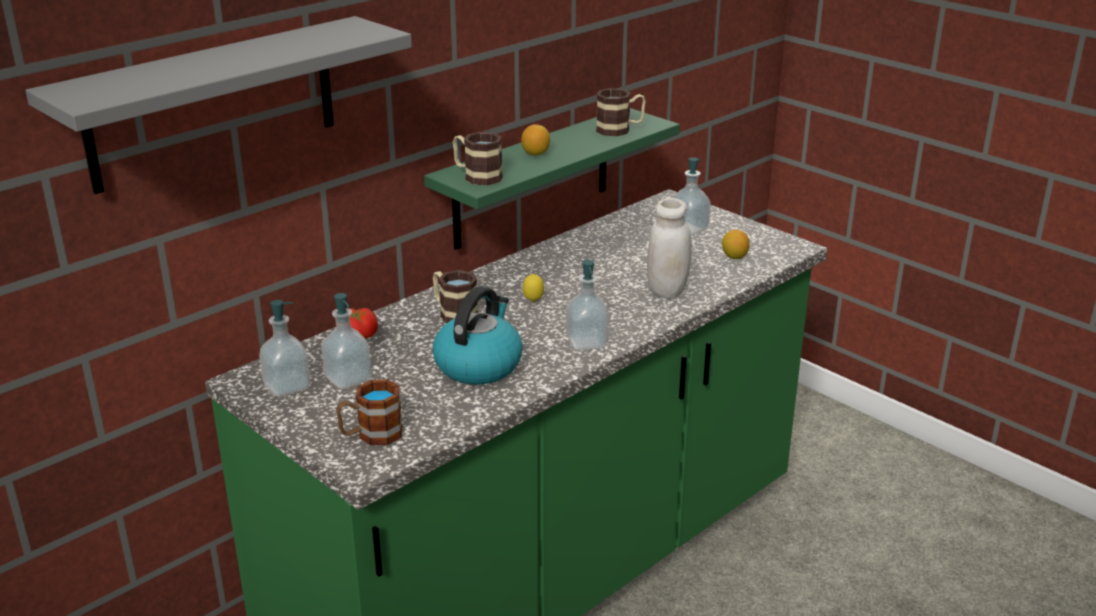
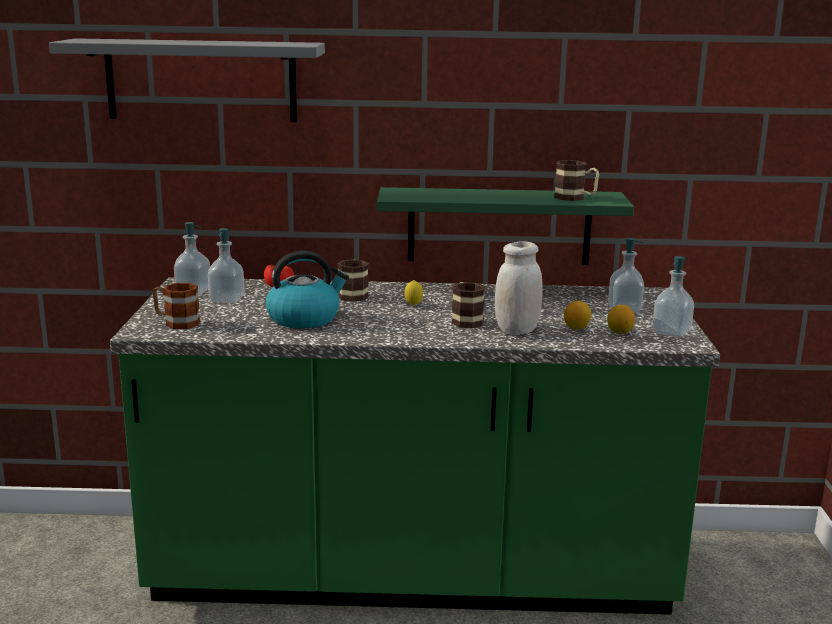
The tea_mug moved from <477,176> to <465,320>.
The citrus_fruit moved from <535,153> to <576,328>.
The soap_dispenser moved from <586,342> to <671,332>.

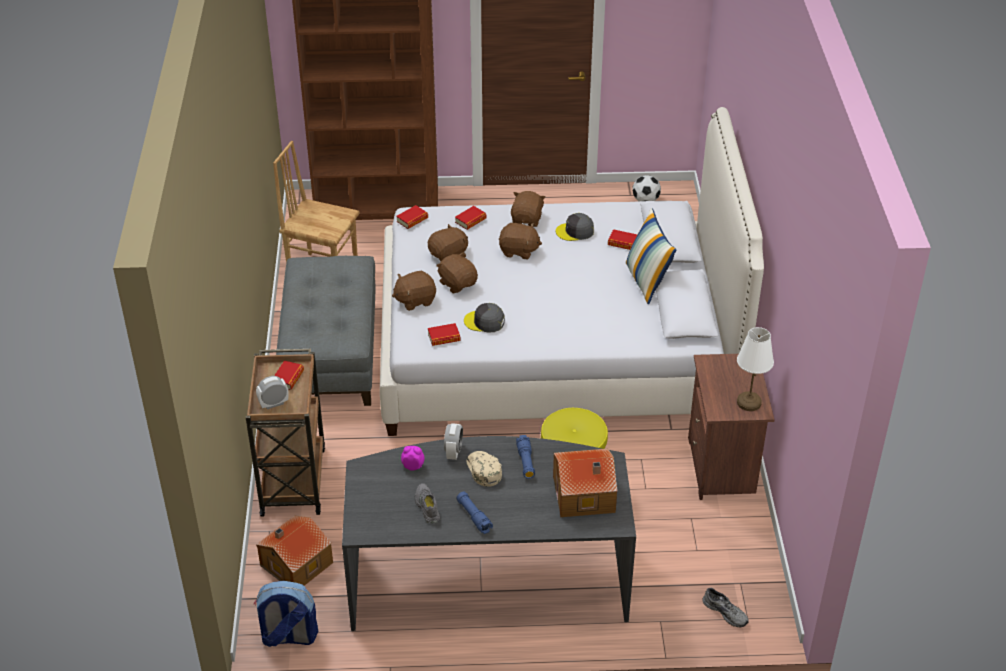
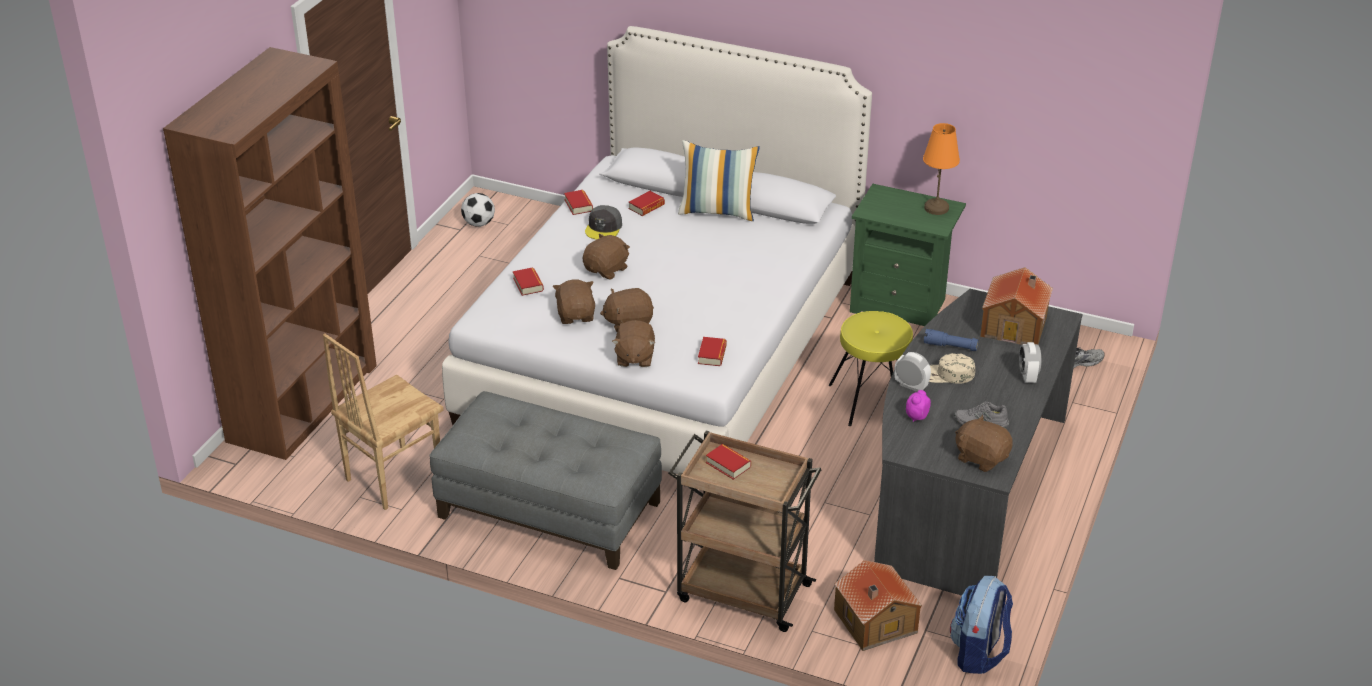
The table_clock moved from <274,404> to <1027,376>.
The bound_book moved from <412,220> to <578,205>.
The bluish_flashlight at <474,517> disappeared.
The greyish_cap at <484,322> disappeared.
The brownish_cuddly_toy moved from <527,219> to <981,458>.
The brownish_night_table at <722,467> became the green-coloured_night_table at <901,306>.
The white_tabletop_lamp at <749,403> became the orange_tabletop_lamp at <937,208>.

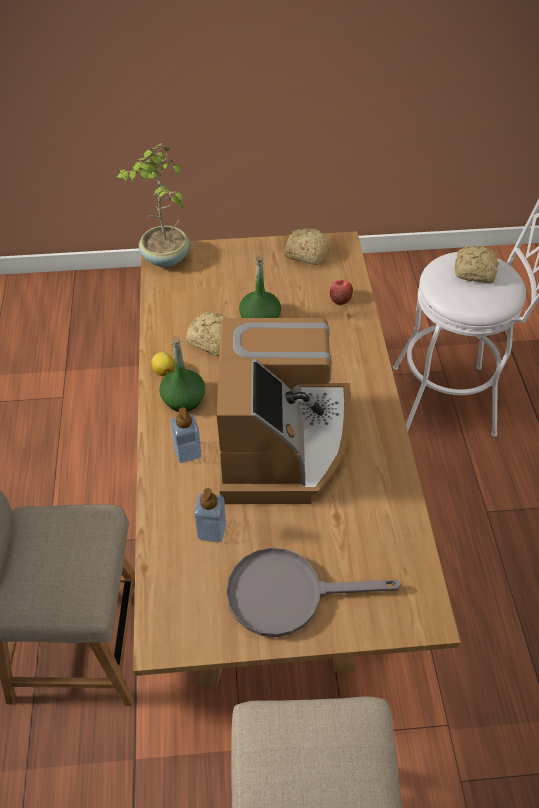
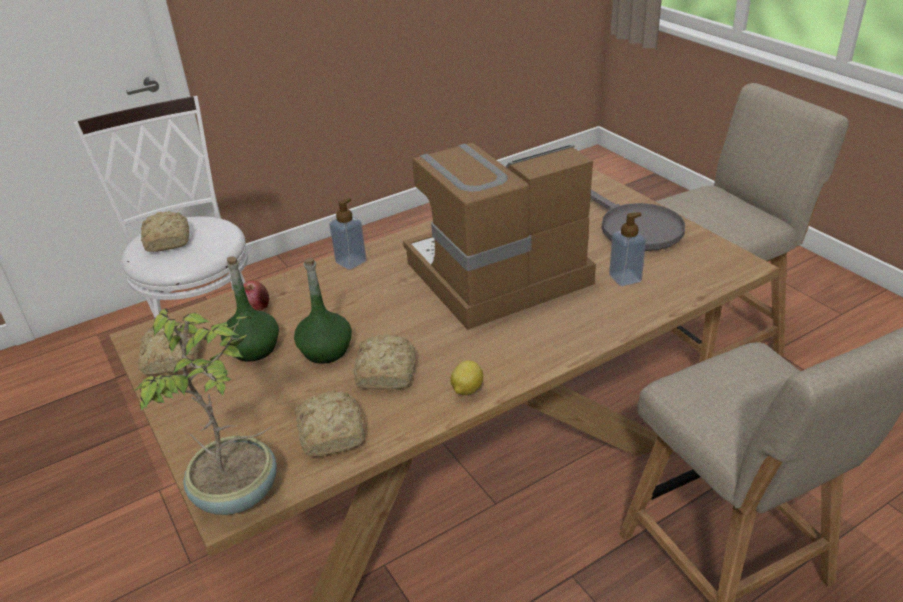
The green-coloured_beverage_bottle moved from <183,399> to <254,348>.
The soap_dispenser moved from <188,452> to <351,262>.
The baked_bread at <332,432> appeared.

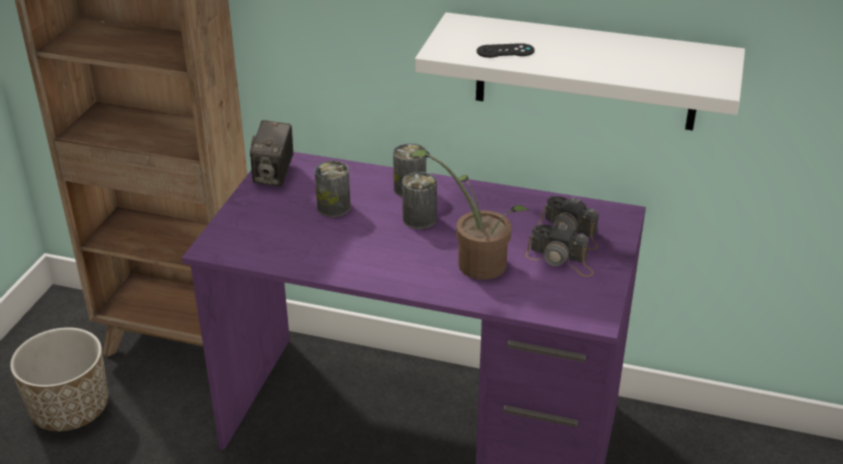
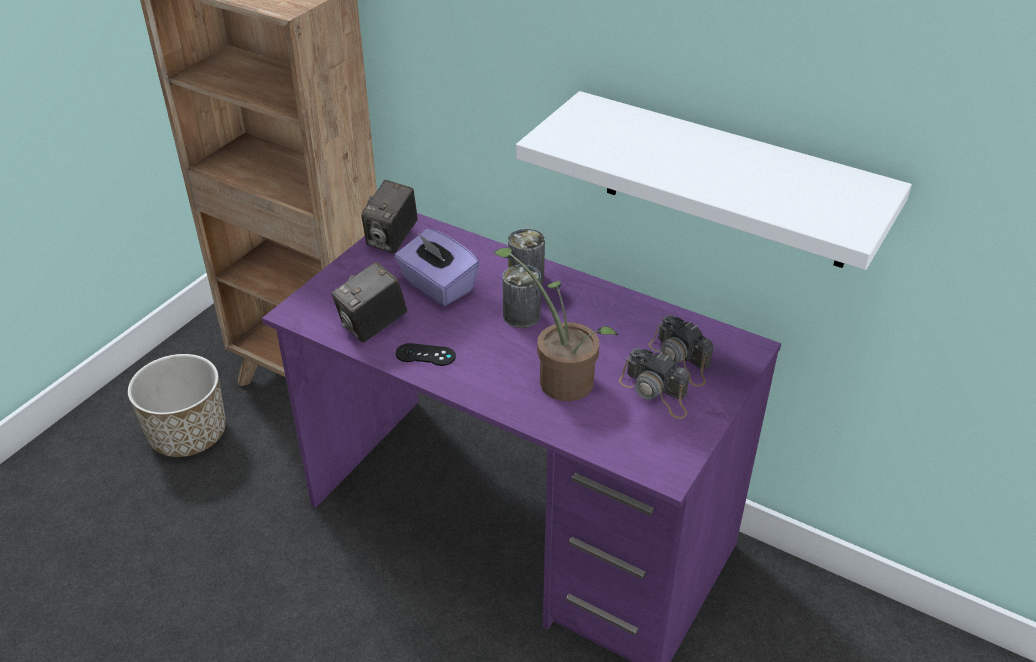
The sealed_can at <333,207> was replaced by the purple_tissue_holder at <437,286>.
The blackish_gamepad moved from <505,51> to <425,355>.
The still_camera at <373,326> appeared.

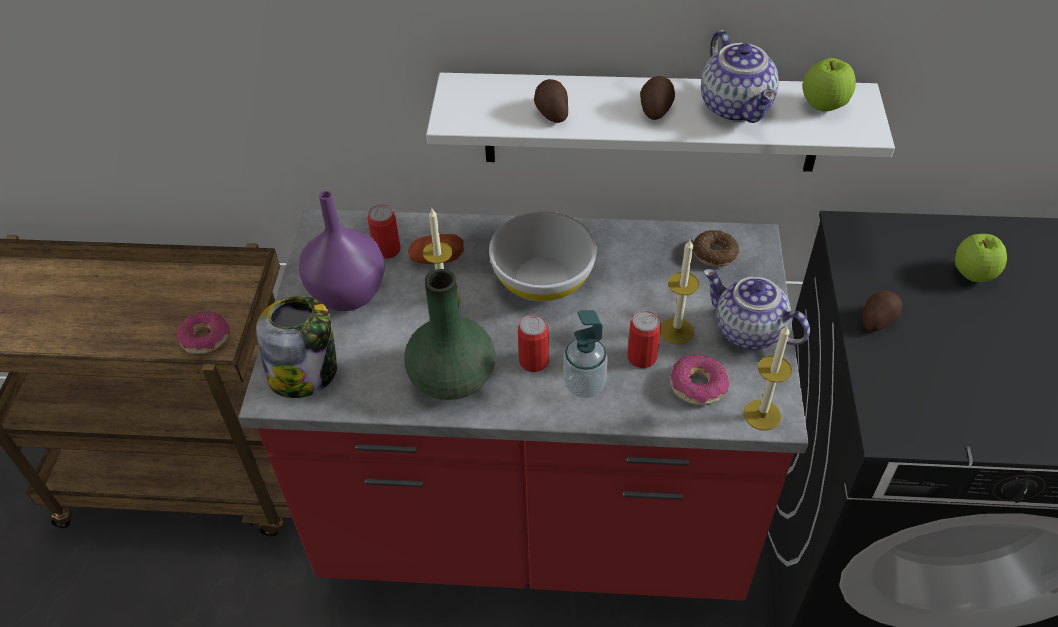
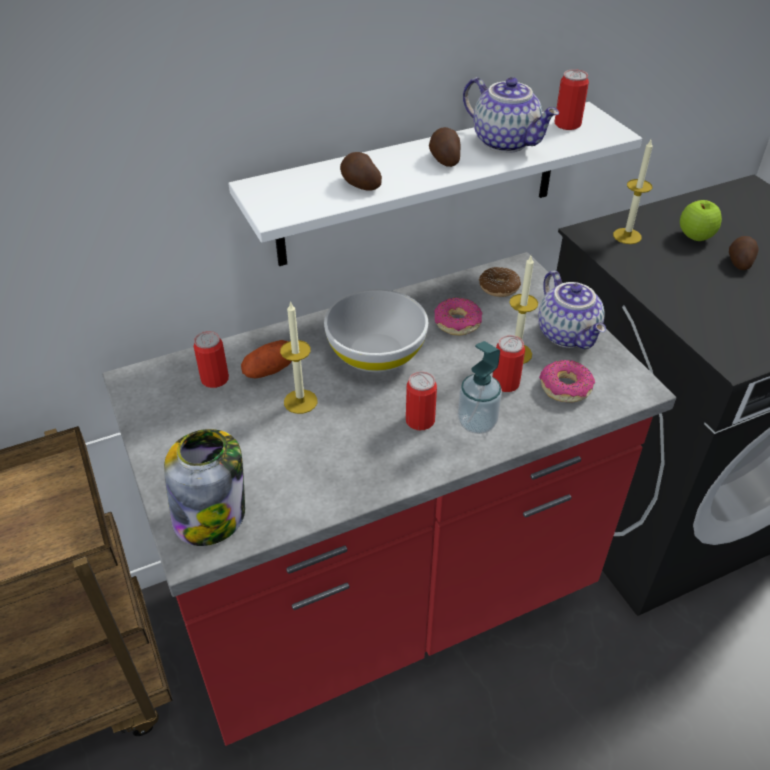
The doughnut moved from <205,338> to <457,323>.
The purple_vase at <349,293> disappeared.
The green-coloured_vase at <453,377> disappeared.
The pot_for_tea at <747,332> turned 120 degrees counterclockwise.
The wax_candle moved from <762,415> to <627,236>.
The apple_fruit at <823,105> was replaced by the sealed_can at <567,124>.
The whole_potato moved from <877,319> to <739,262>.

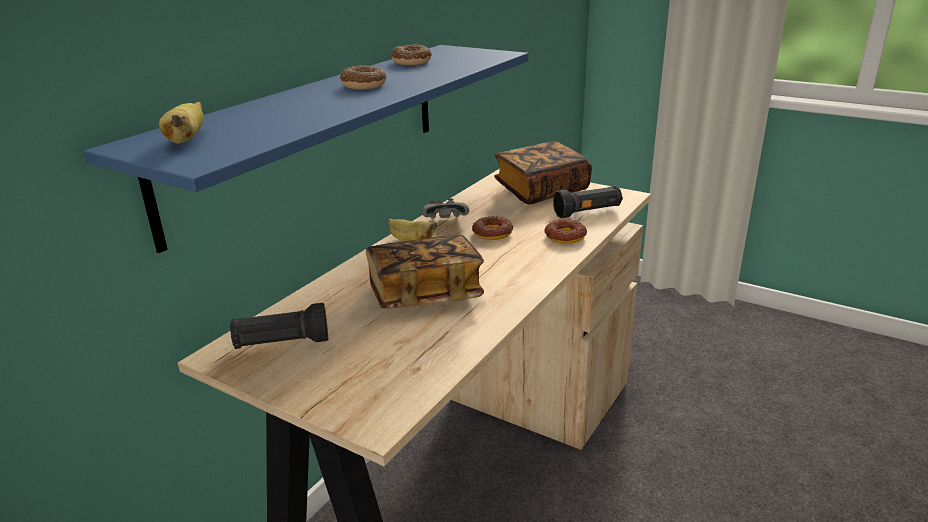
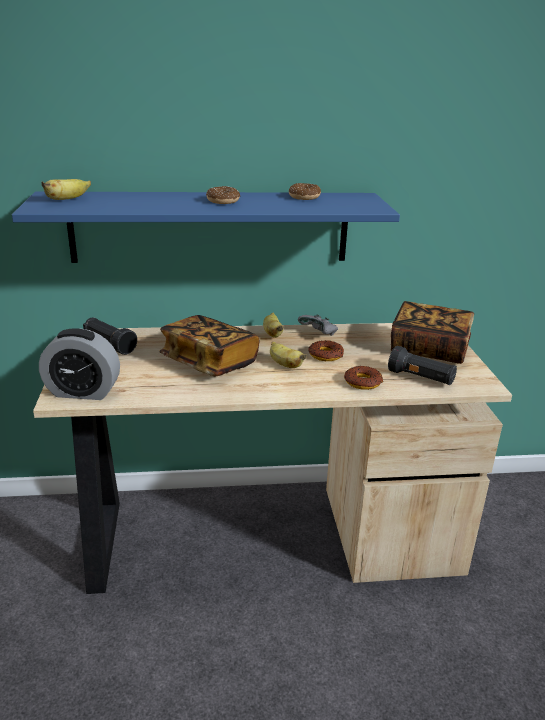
The table_clock at <83,392> appeared.
The banana_fruit at <284,364> appeared.

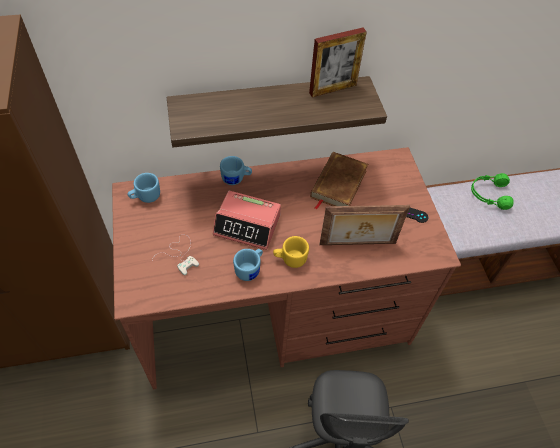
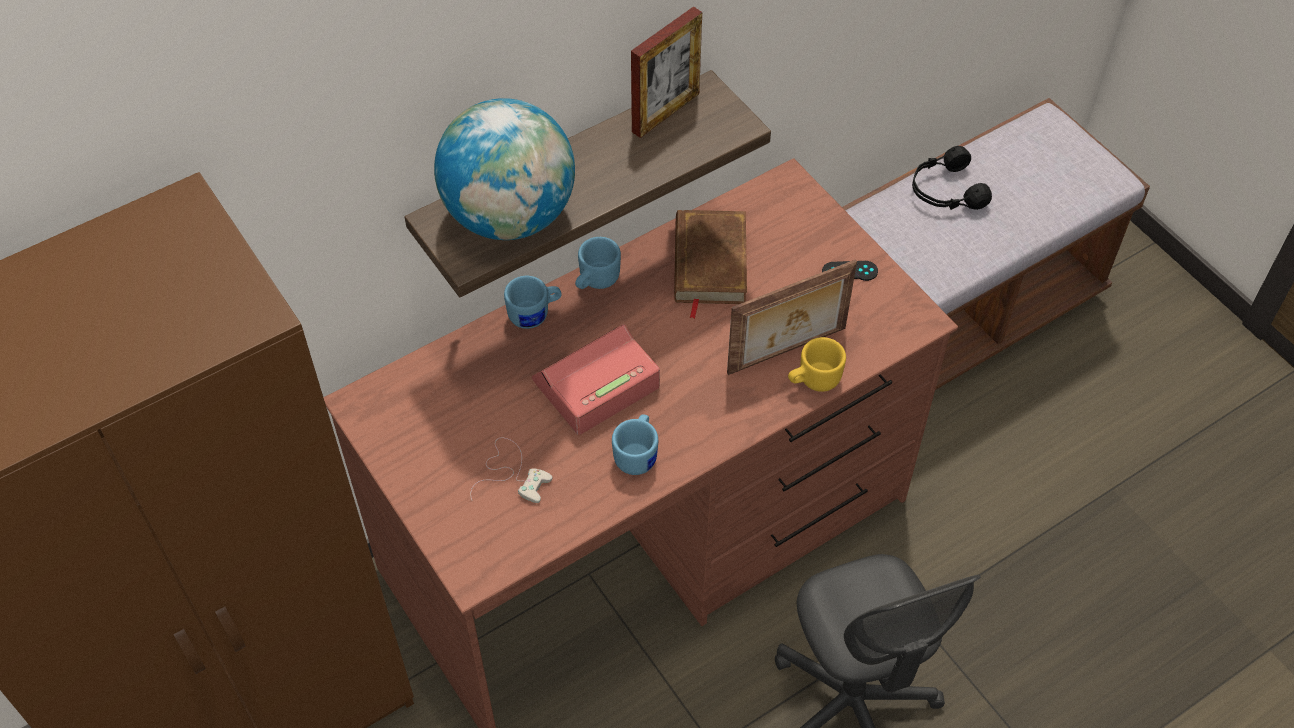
The bluish_tea_mug moved from <145,197> to <595,281>.
The table_clock at <247,225> turned 150 degrees clockwise.
The yellowish_tea_mug moved from <290,259> to <813,380>.
The green-coloured_headset at <488,194> became the blackish_headset at <945,191>.
The world_globe at <510,216> appeared.

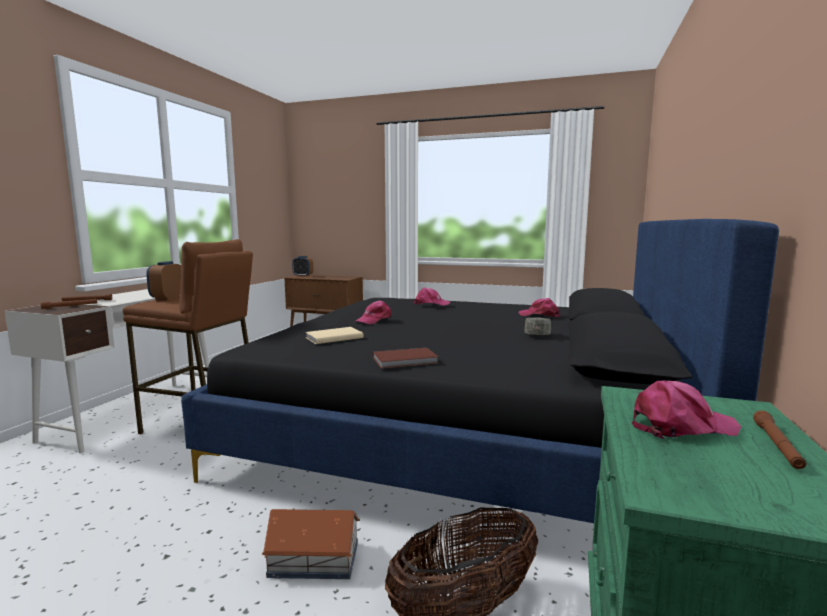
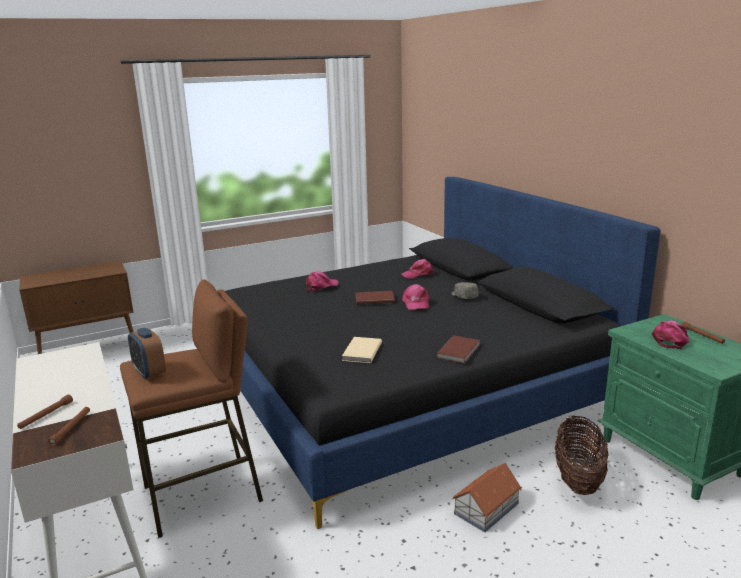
The table_clock at <303,276> disappeared.
The pink_cap moved from <374,320> to <416,303>.
The brownish_bound_book at <374,299> appeared.

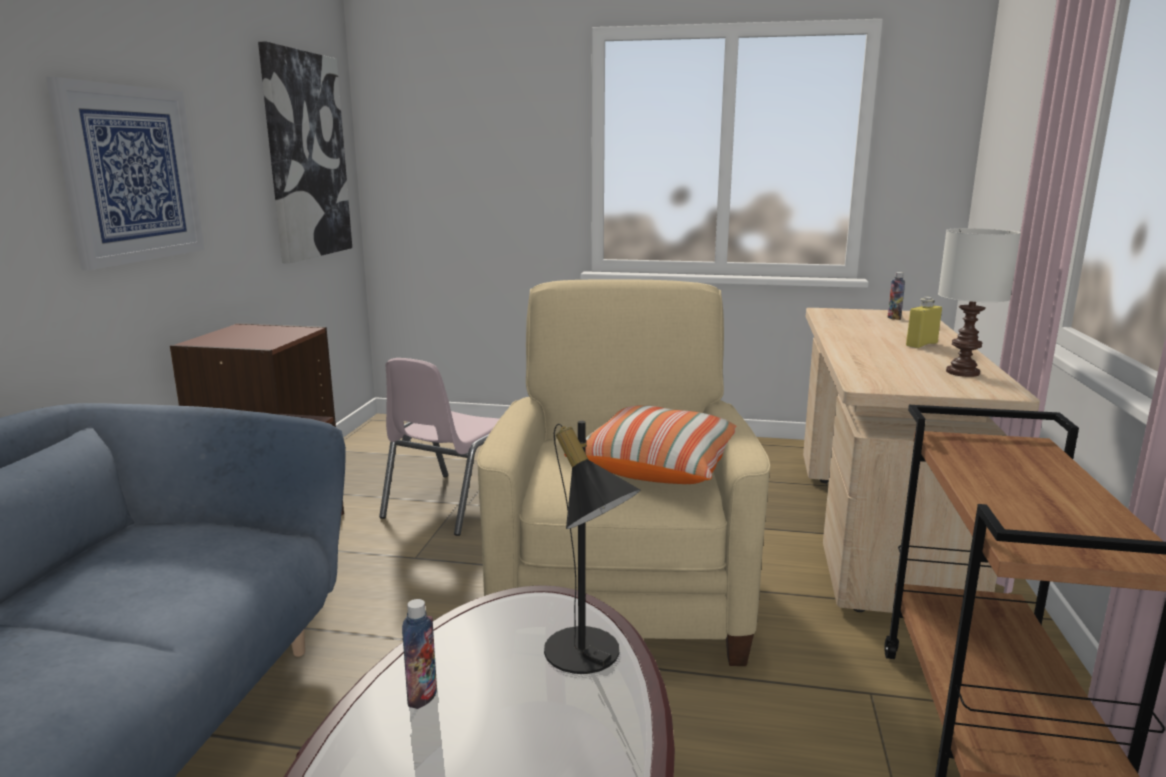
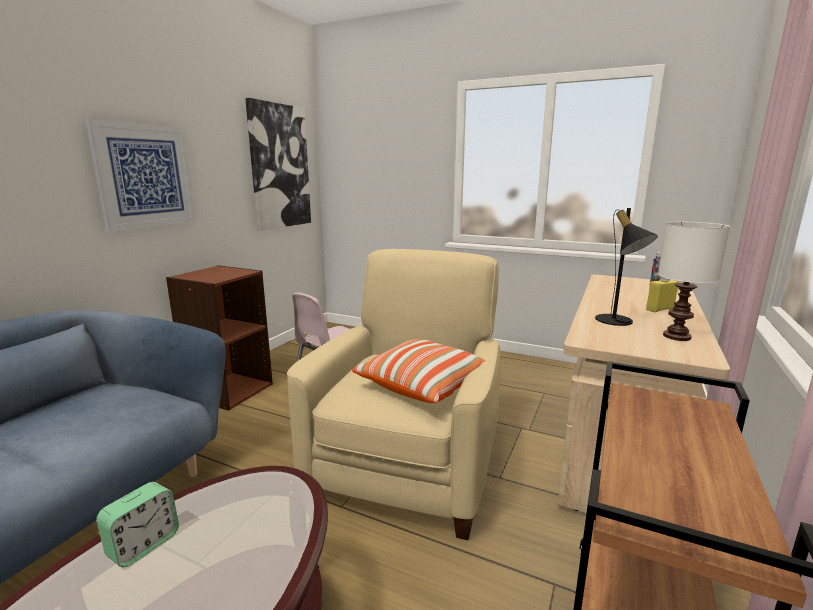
The beverage_bottle at <422,696> was replaced by the table_clock at <144,545>.
The blackish_tabletop_lamp moved from <588,659> to <618,322>.

